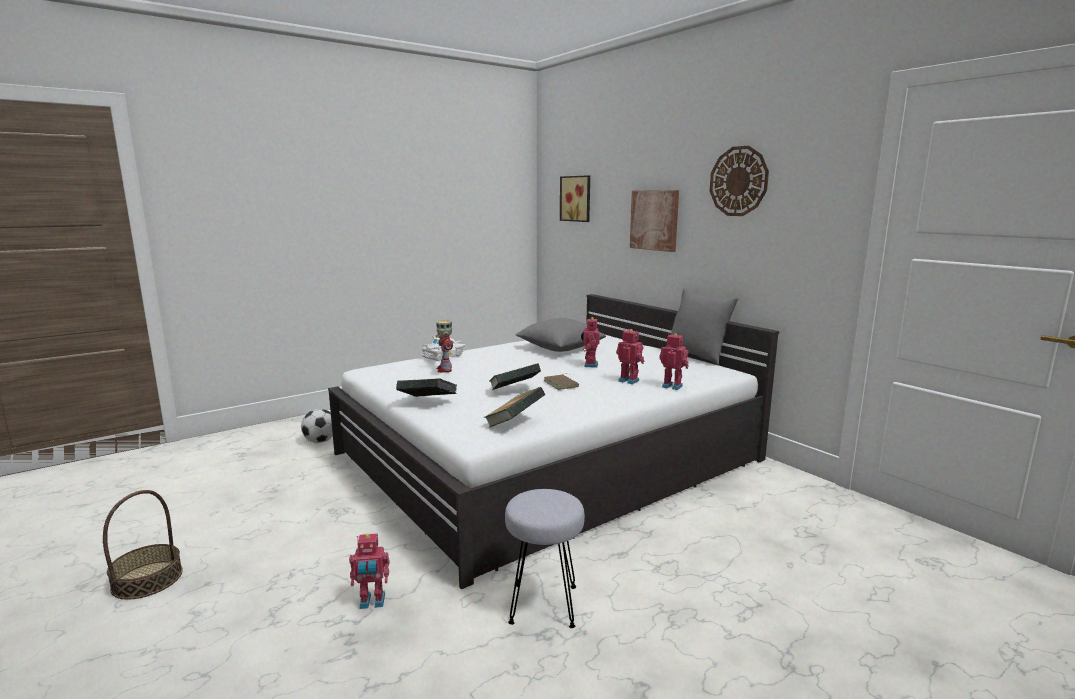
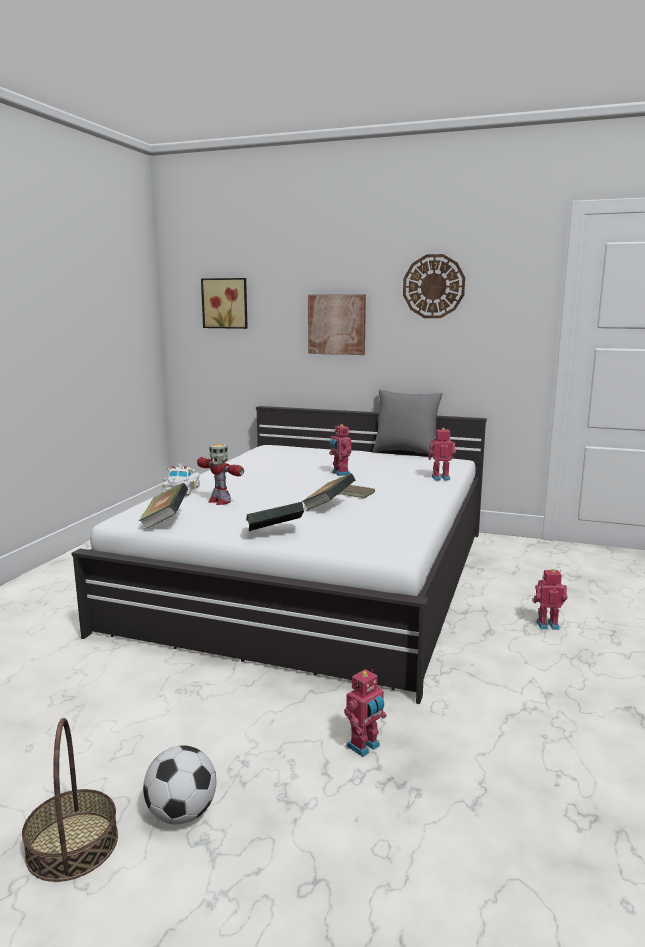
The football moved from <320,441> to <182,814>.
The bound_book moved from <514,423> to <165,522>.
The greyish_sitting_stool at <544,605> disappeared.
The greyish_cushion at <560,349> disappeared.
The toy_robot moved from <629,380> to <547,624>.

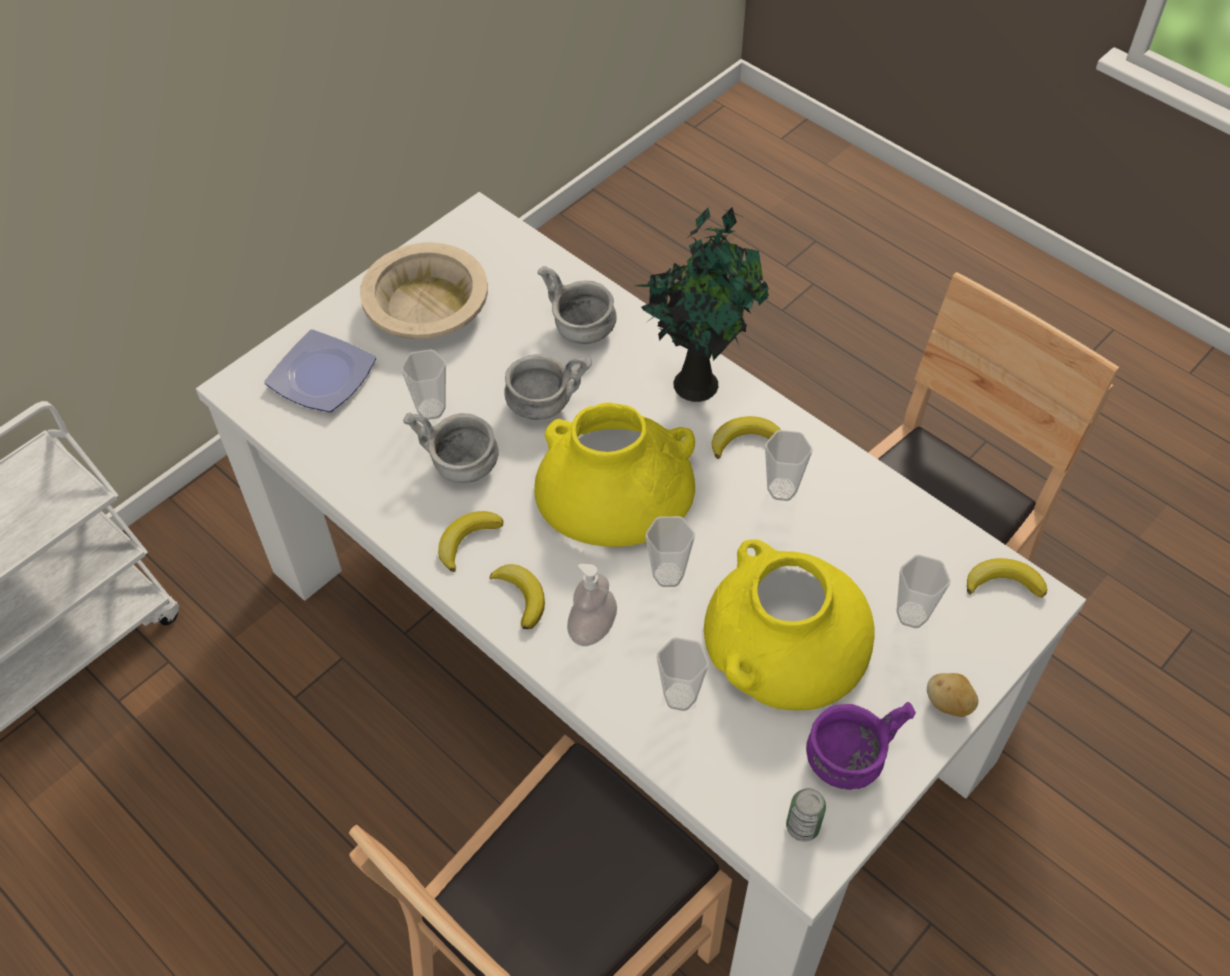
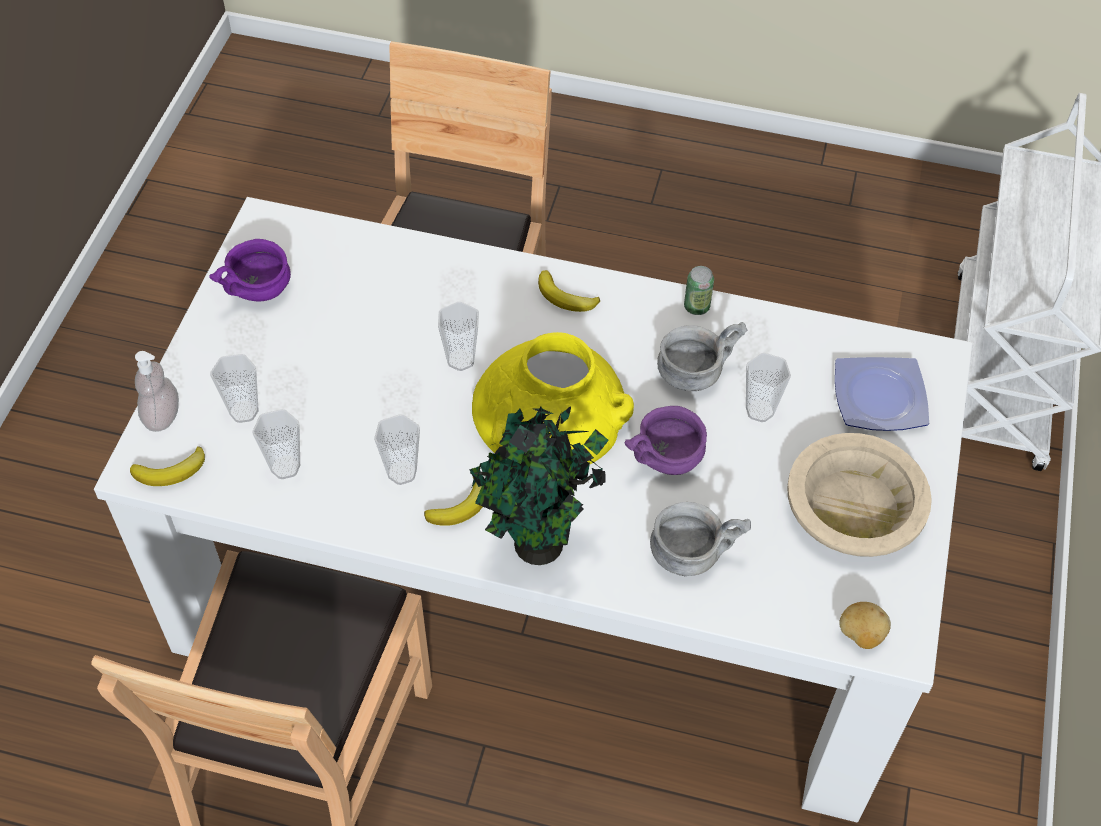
The banana_fruit at <467,540> disappeared.
The greyish_serving_bowl at <541,403> became the purple_serving_bowl at <668,458>.
The soap_dispenser moved from <592,628> to <162,416>.
The small_cup moved from <680,696> to <285,467>.
The yellowish_vase at <787,634> disappeared.
The sealed_can moved from <802,827> to <696,307>.
The whole_potato moved from <948,704> to <860,635>.

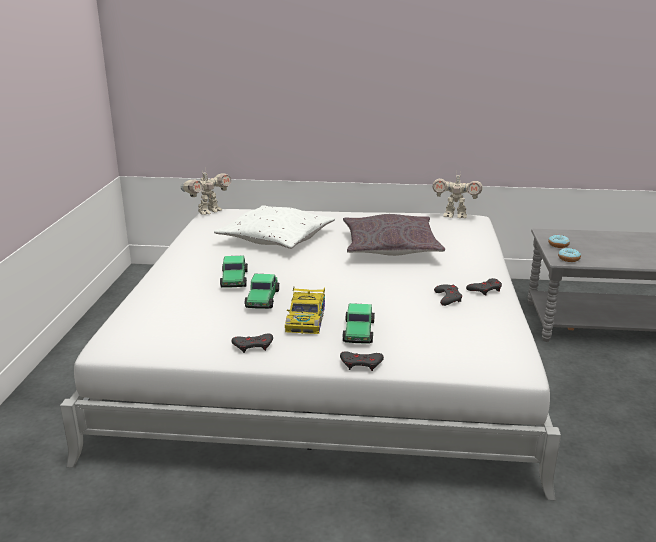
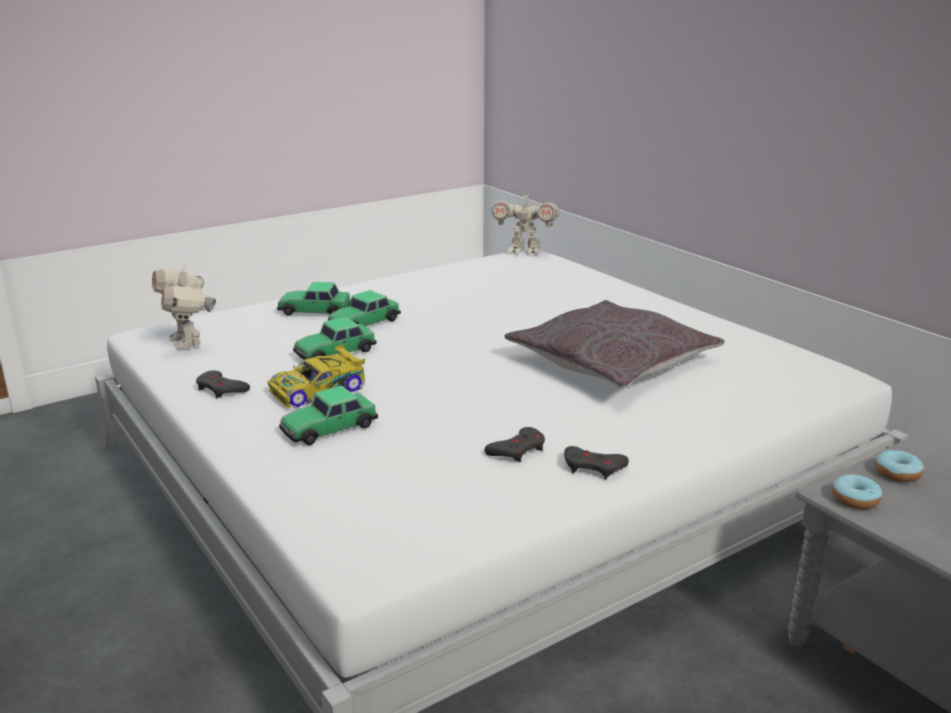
The white_cushion at <276,238> disappeared.
The greyish_gamepad at <361,364> disappeared.
The toy_robot moved from <455,216> to <188,342>.
The model_car at <314,310> appeared.

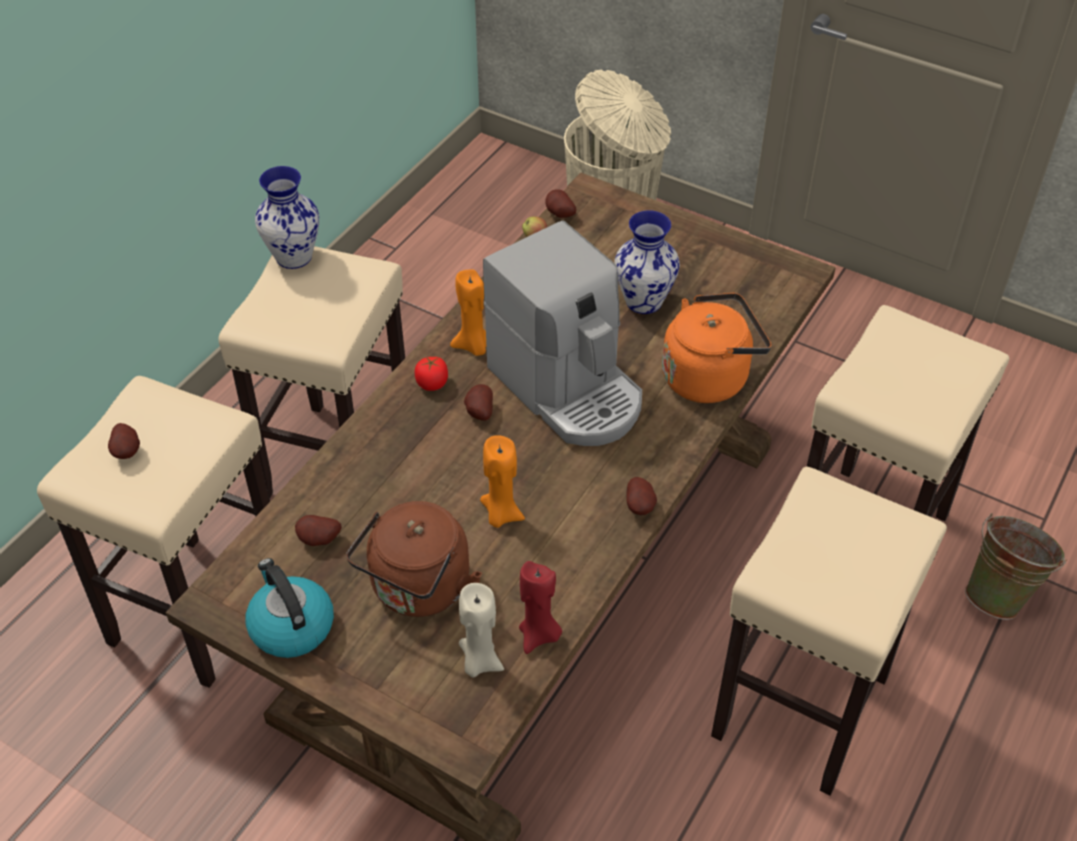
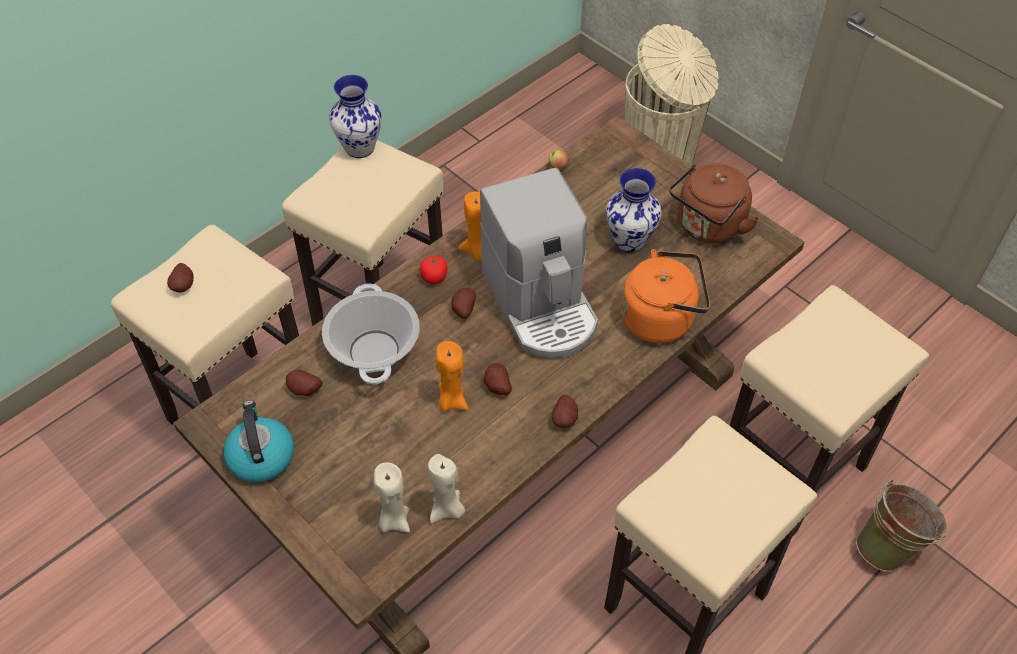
The brownish_water_kettle moved from <418,590> to <708,227>.
The red-coloured_wax_candle at <539,635> became the sand-coloured_wax_candle at <447,510>.
The whole_potato moved from <559,214> to <496,387>.
The cooking_pot at <374,351> appeared.

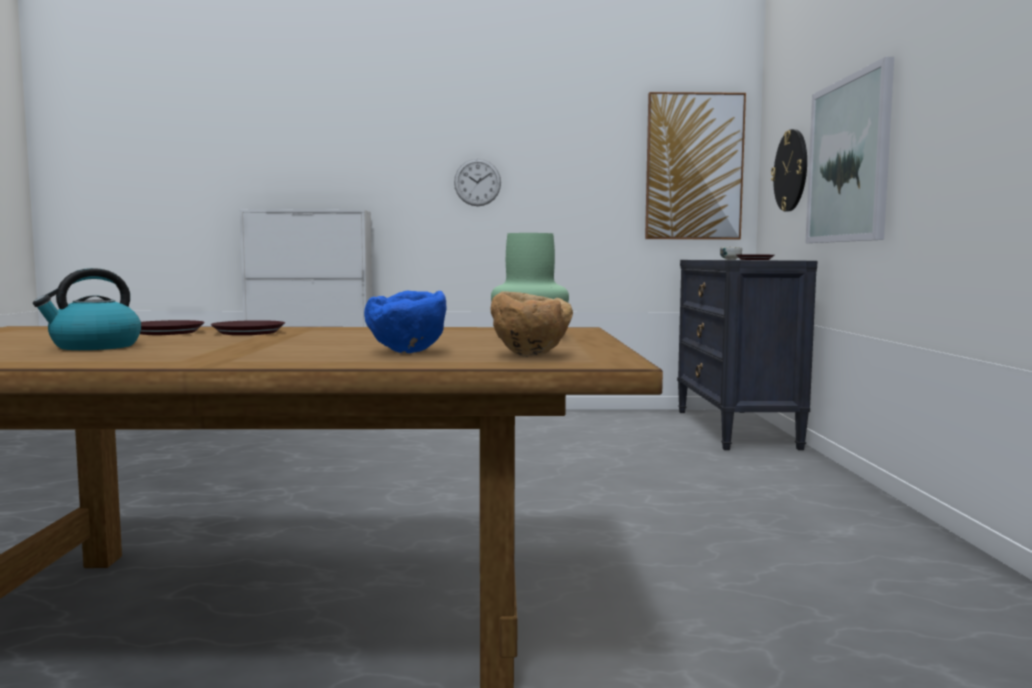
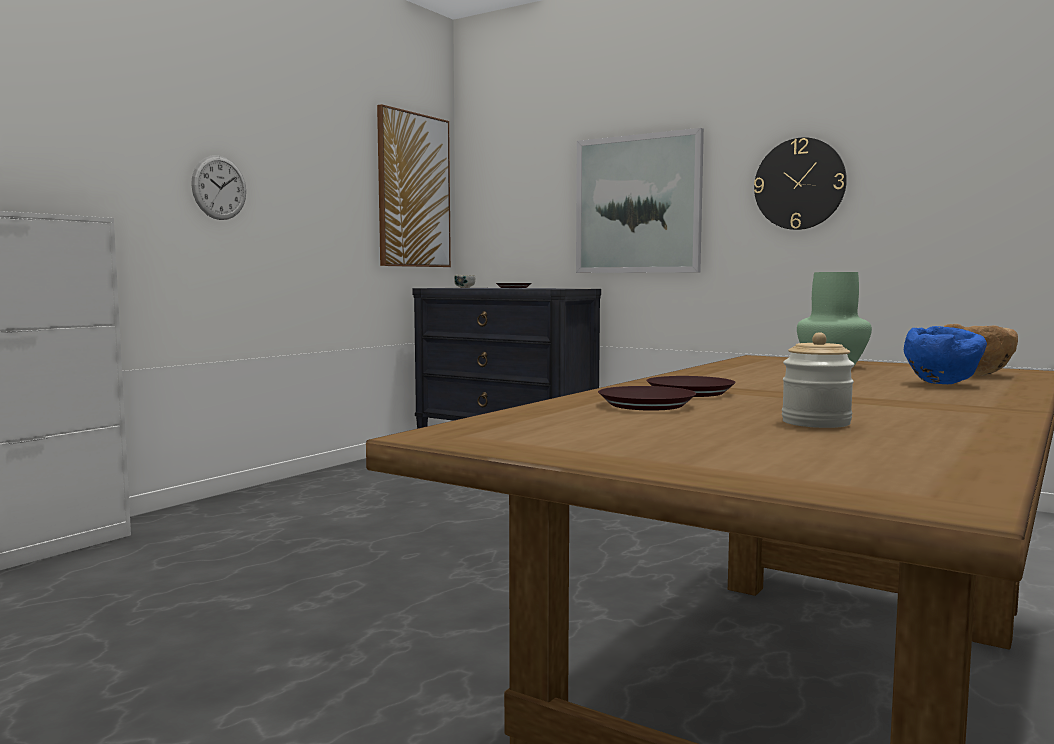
The water_kettle at <94,346> was replaced by the preserve_jar at <816,423>.
The hanging_clock moved from <791,170> to <799,184>.

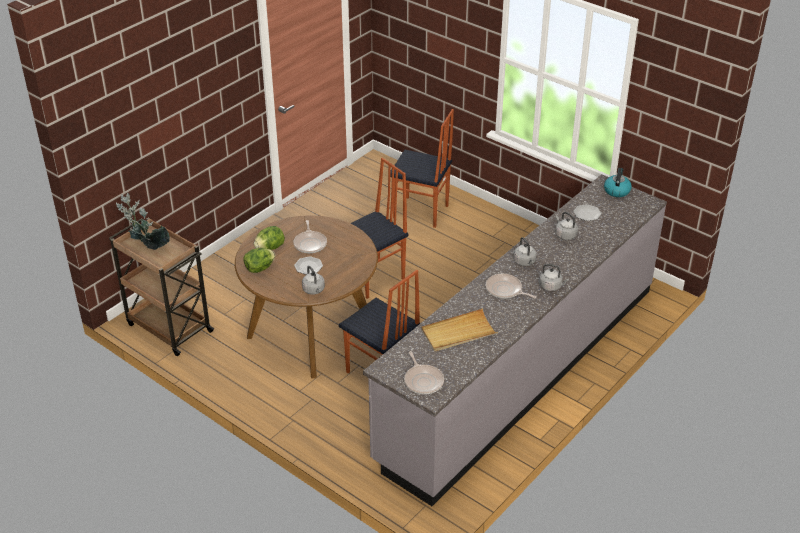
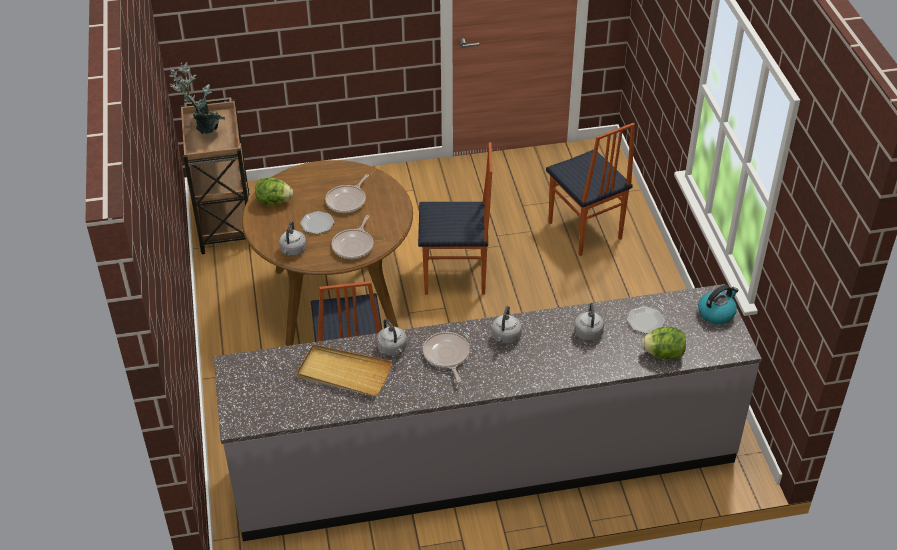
The lettuce moved from <270,248> to <663,354>.
The skillet moved from <423,380> to <354,245>.
The greyish_water_kettle moved from <551,286> to <393,349>.

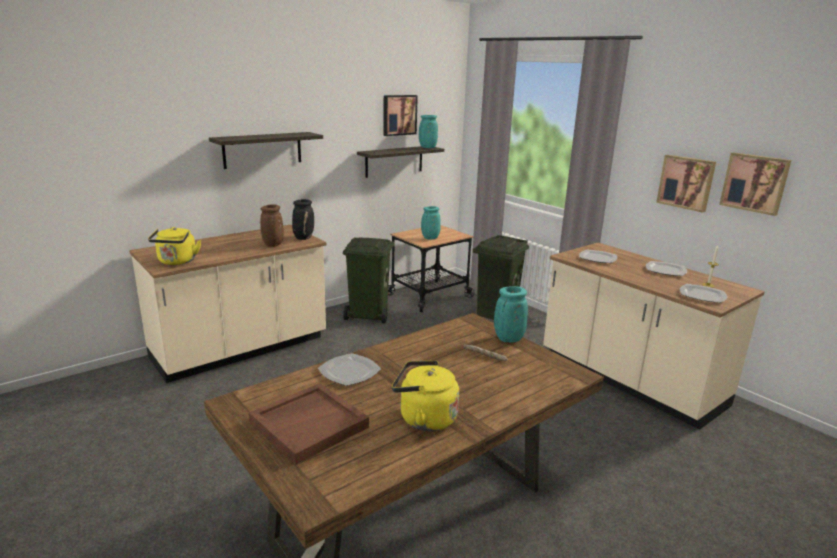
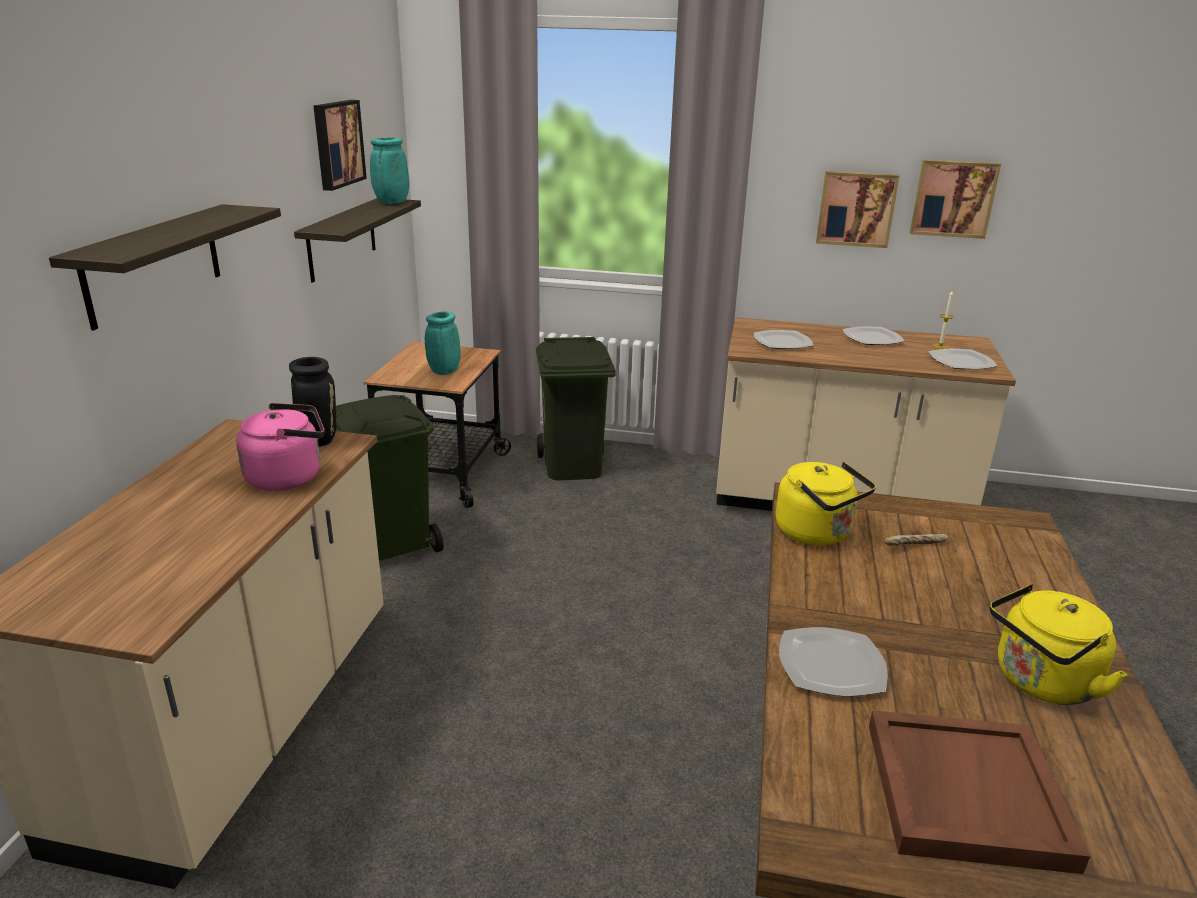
The yellowish_water_kettle moved from <177,262> to <817,533>.
The brownish_vase at <273,245> was replaced by the pink_water_kettle at <289,477>.
The turquoise_vase at <508,339> disappeared.

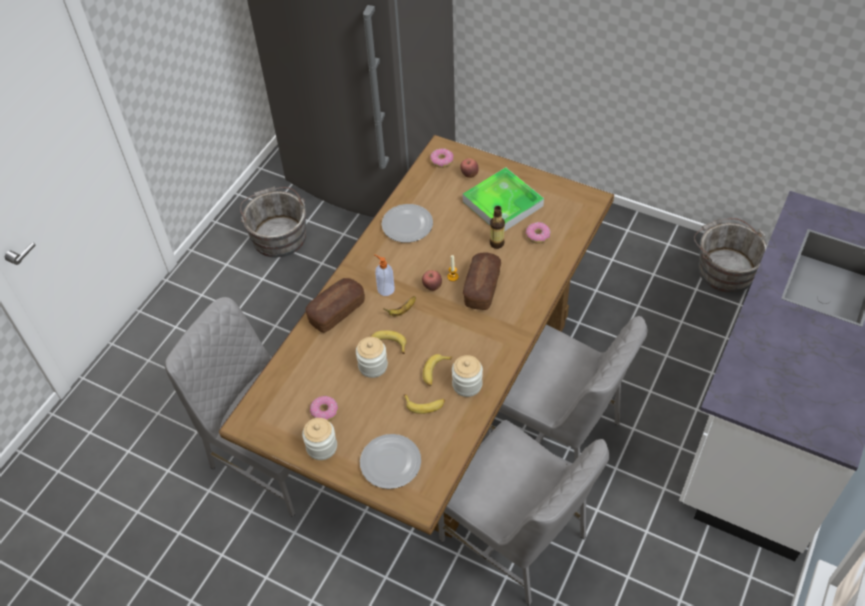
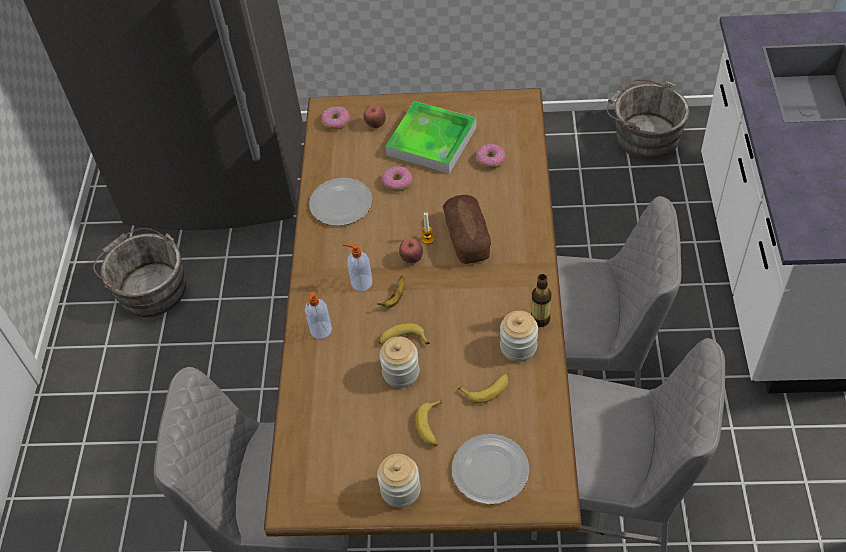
The baked_bread at <336,311> was replaced by the soap_dispenser at <320,330>.
The doughnut moved from <324,411> to <397,183>.
The banana_fruit moved from <435,372> to <431,426>.
The beverage_bottle moved from <496,243> to <540,319>.

